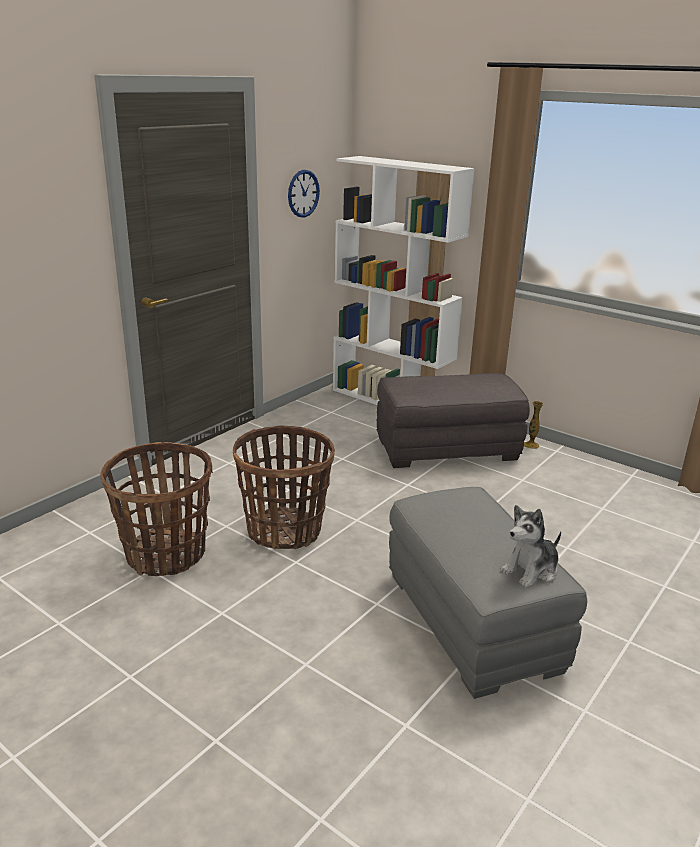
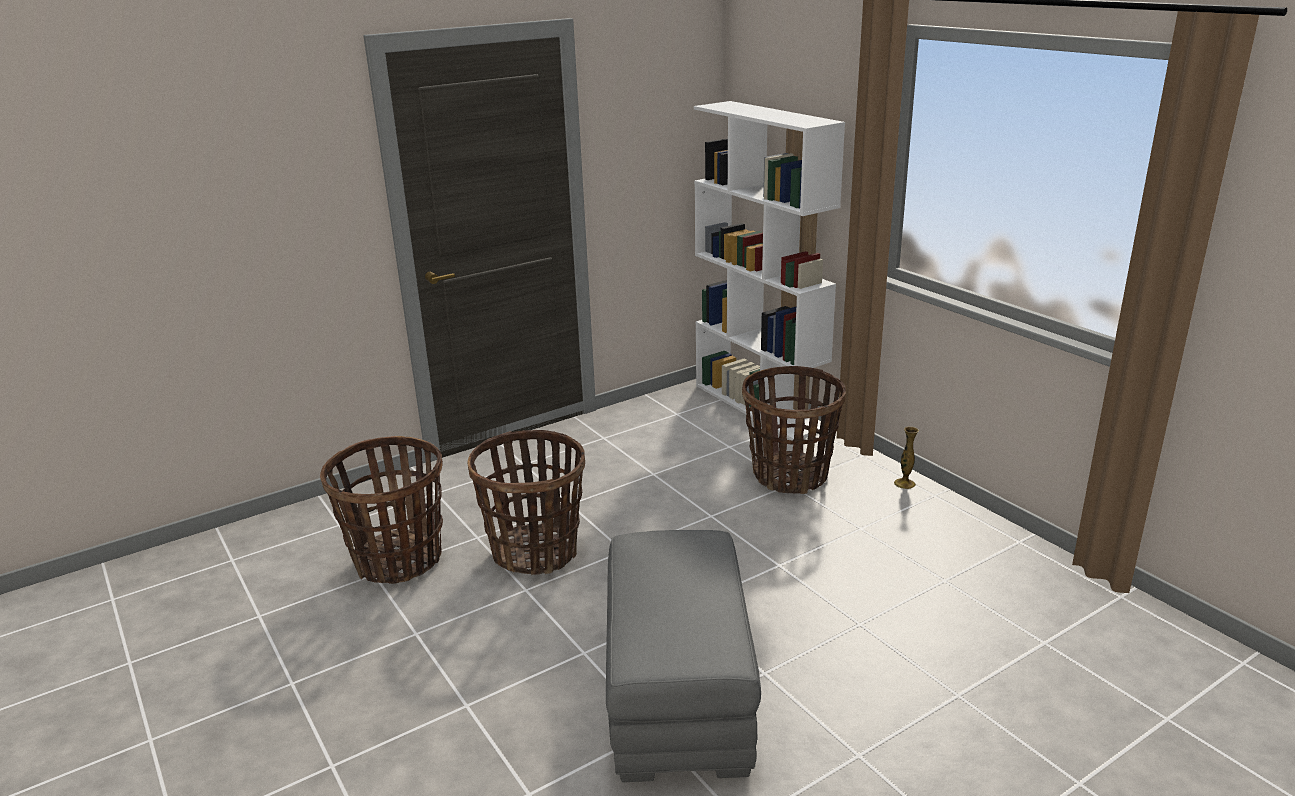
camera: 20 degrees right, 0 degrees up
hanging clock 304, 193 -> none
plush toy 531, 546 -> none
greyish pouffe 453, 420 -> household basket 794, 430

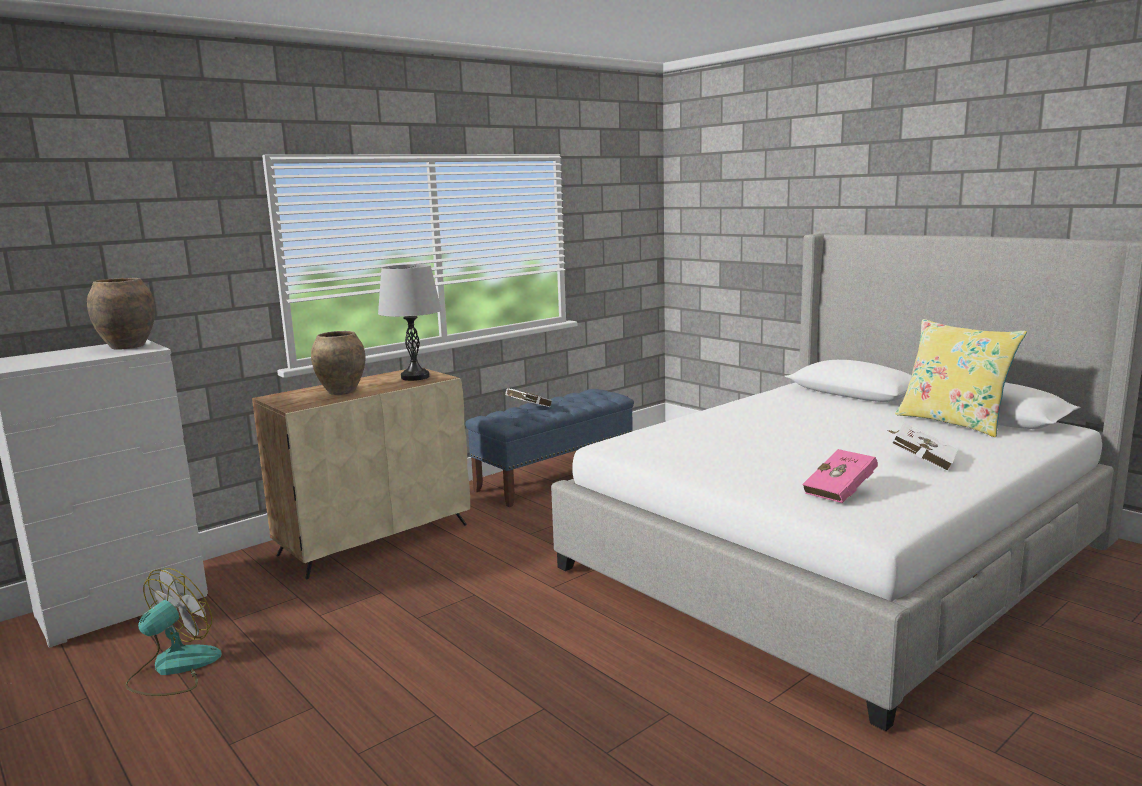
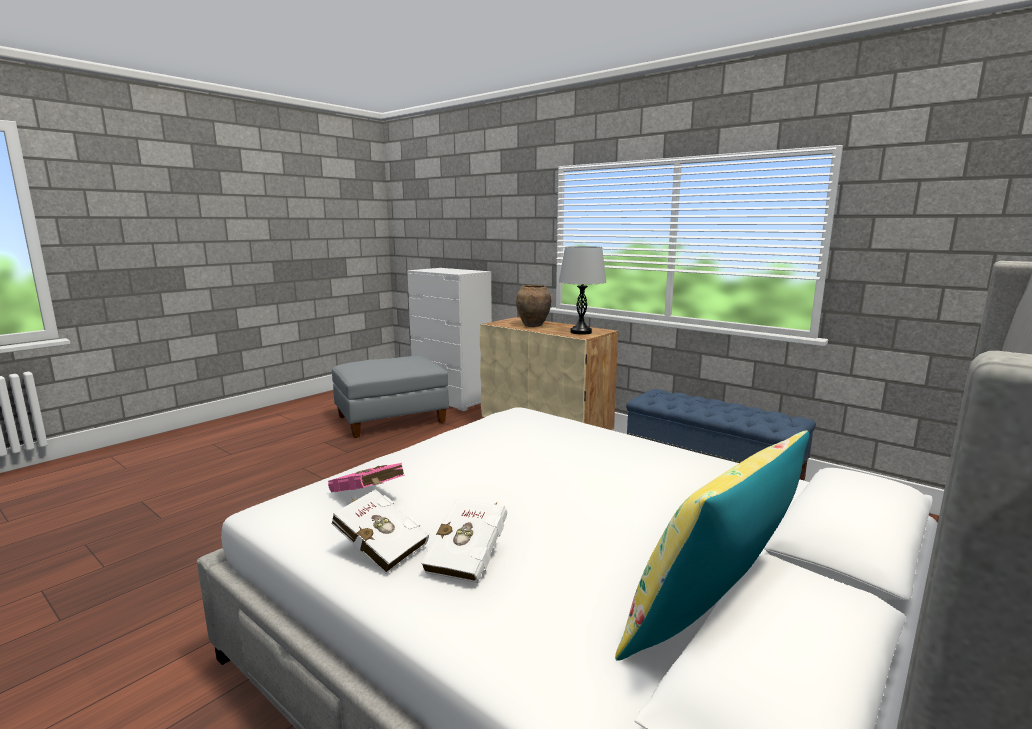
camera: 80 degrees right, 0 degrees up
brownish decorative vase 121, 314 -> none
whitish volume 529, 397 -> whitish volume 380, 531, shifted
cooling fan 173, 632 -> greyish pouffe 390, 397

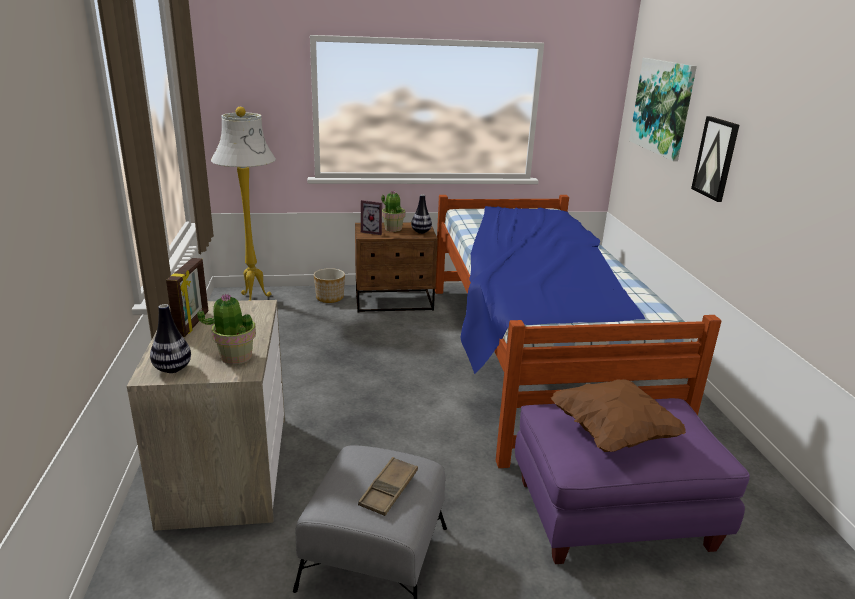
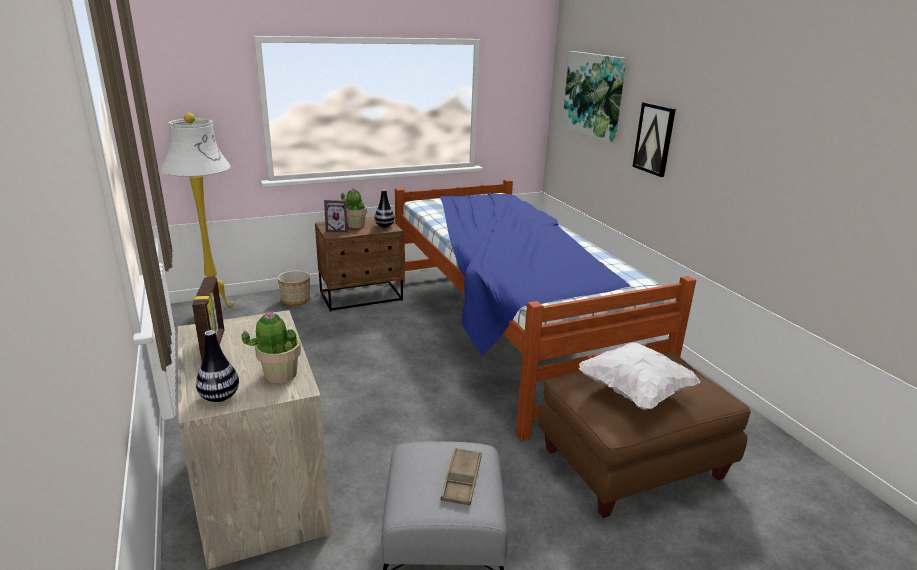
camera: 15 degrees left, 0 degrees up
purple pouffe 632, 481 -> brownish pouffe 644, 435
brownish pillow 618, 415 -> whitish pillow 639, 376

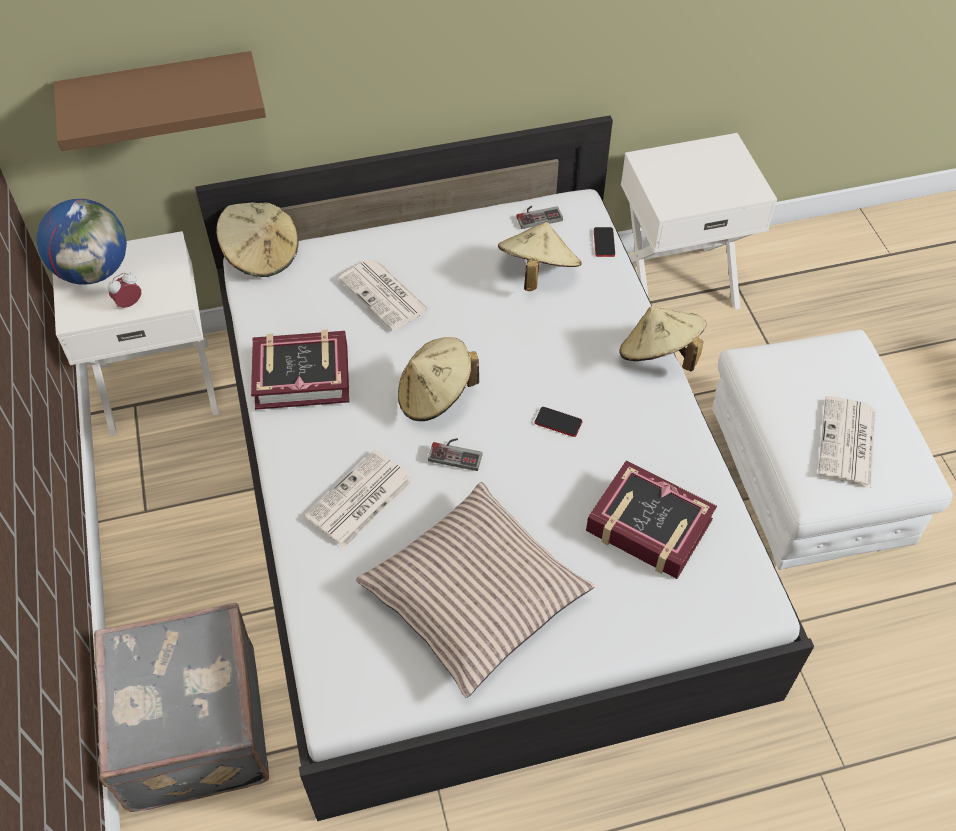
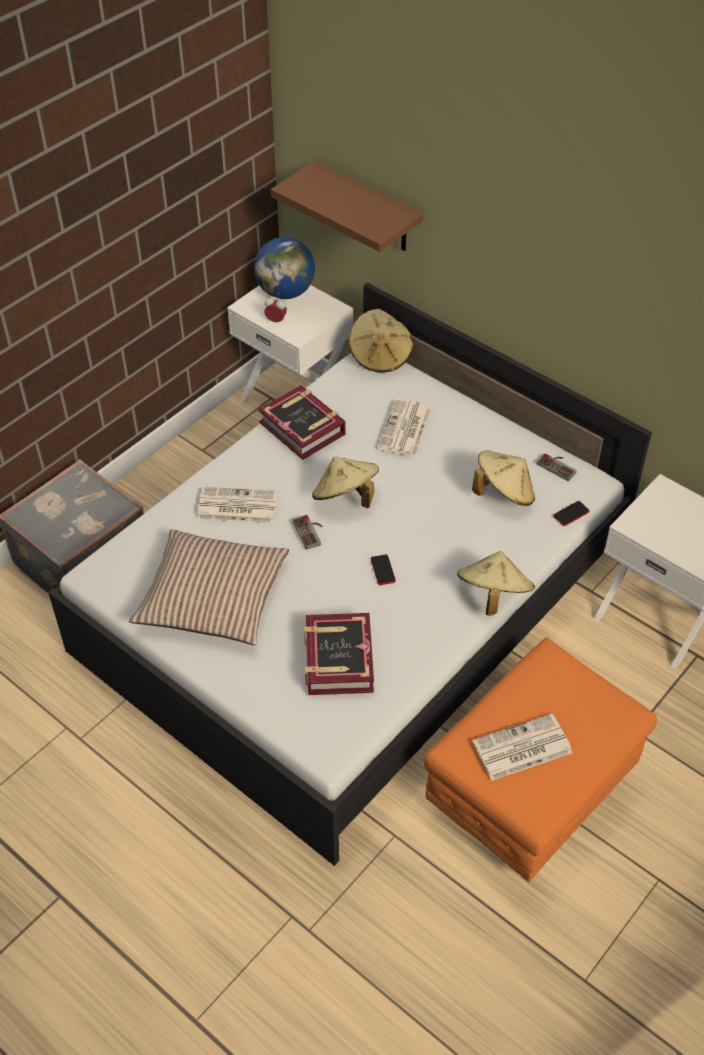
camera: 55 degrees right, 5 degrees down
whitish pouffe 832, 450 -> orange-coloured pouffe 540, 760

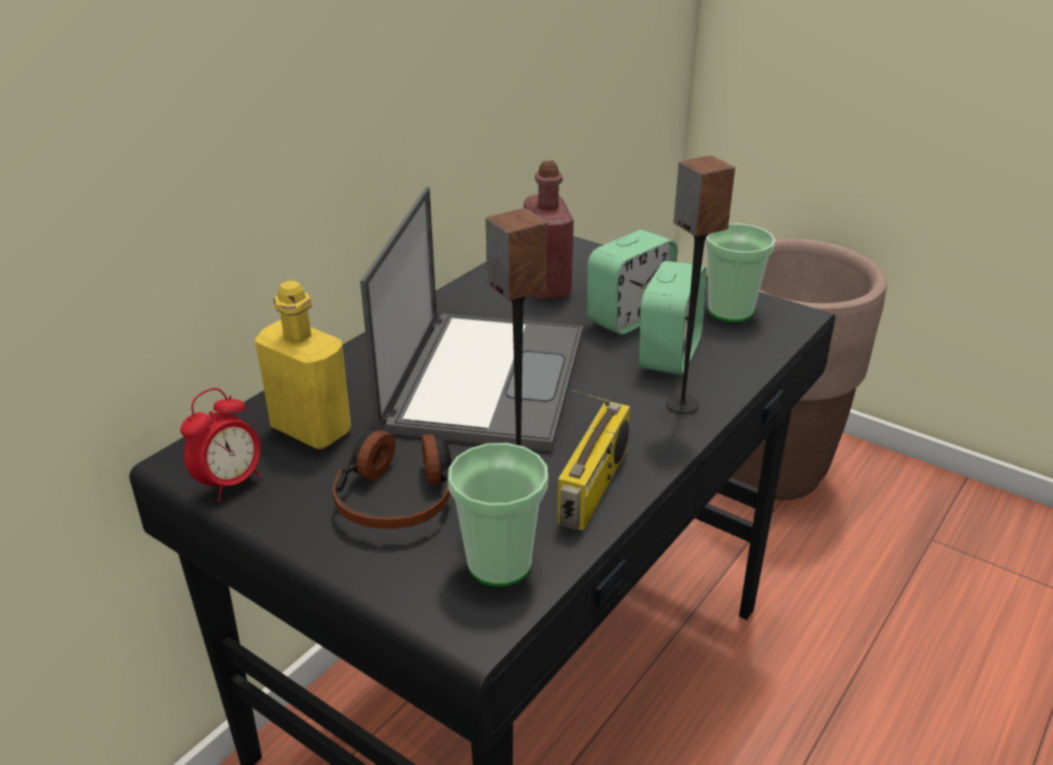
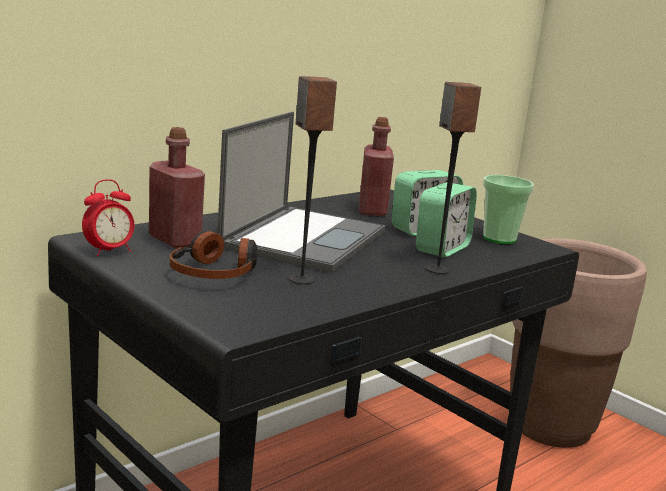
camera: 10 degrees right, 15 degrees down
drinking cup 498, 514 -> none
radio 593, 460 -> none
yellow beverage bottle 303, 365 -> reddish beverage bottle 177, 187

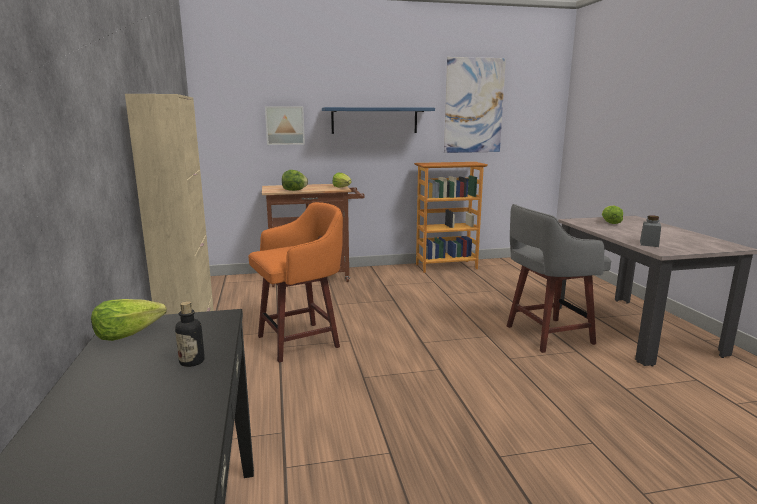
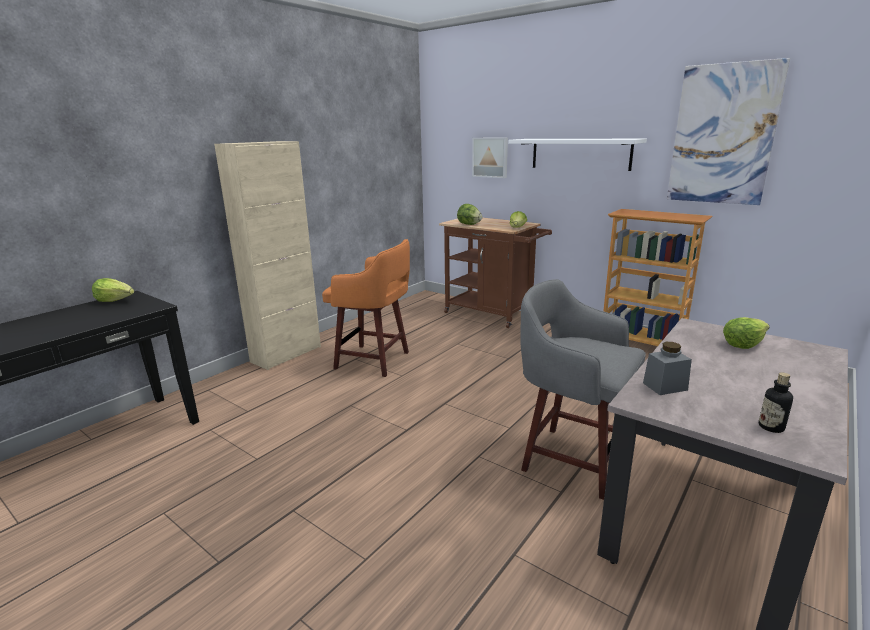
camera: 50 degrees right, 5 degrees up
beverage bottle 190, 334 -> beverage bottle 776, 402, shifted
bluish bracket shelf 378, 120 -> whitish bracket shelf 577, 155

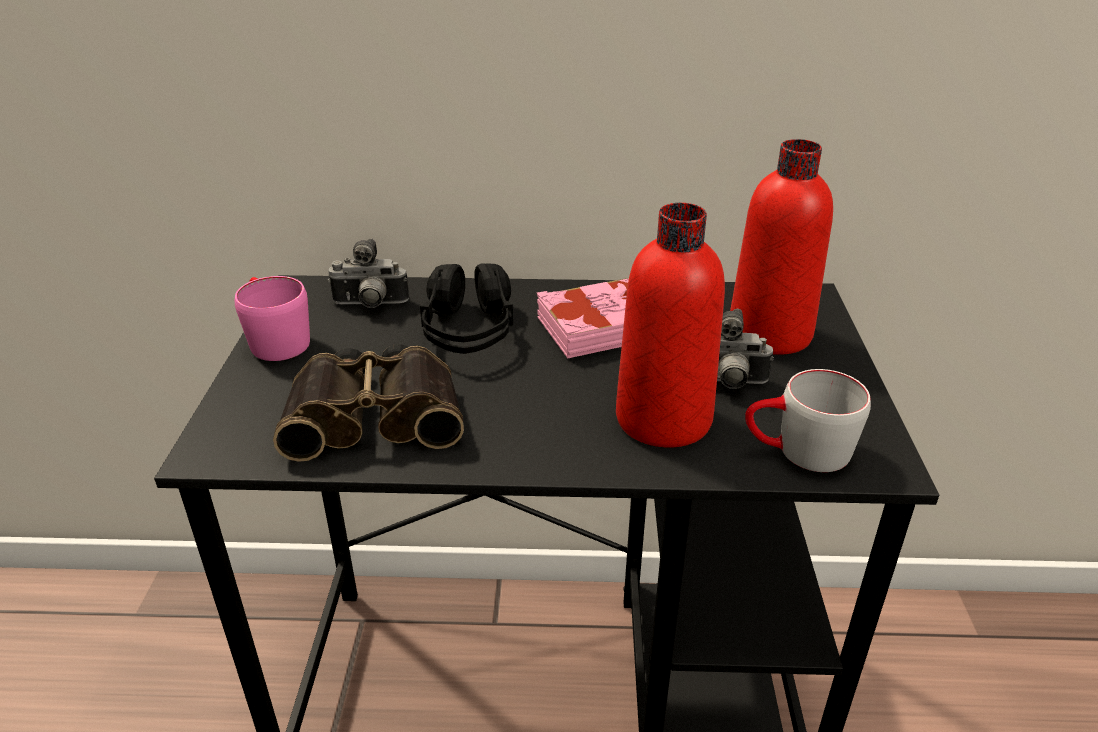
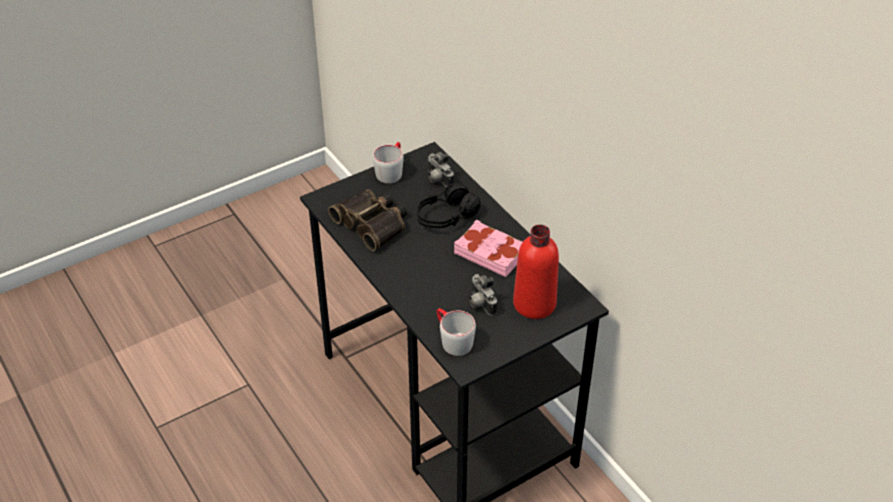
camera: 55 degrees right, 10 degrees up
reddish beverage bottle 670, 325 -> none
pinkish mug 272, 318 -> greyish mug 388, 163

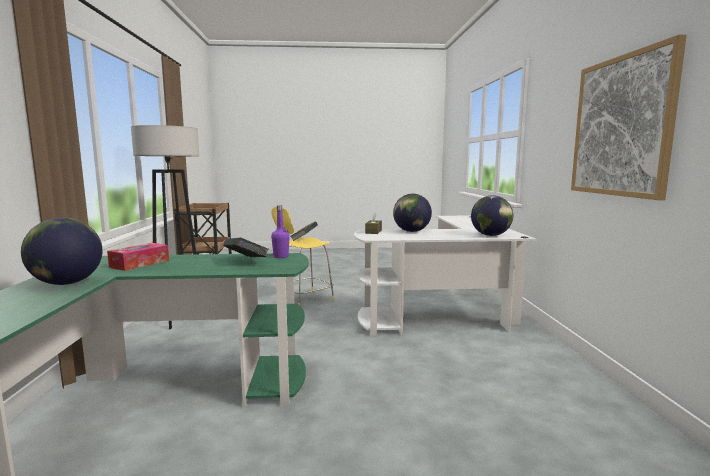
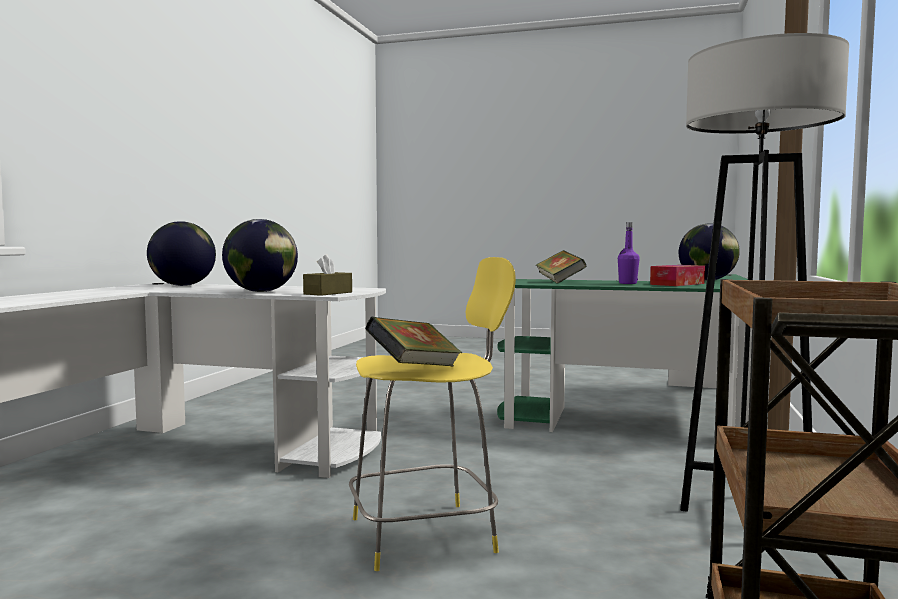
camera: 160 degrees left, 5 degrees down
wall art 629, 117 -> none
purple beverage bottle 280, 231 -> purple beverage bottle 629, 253, shifted

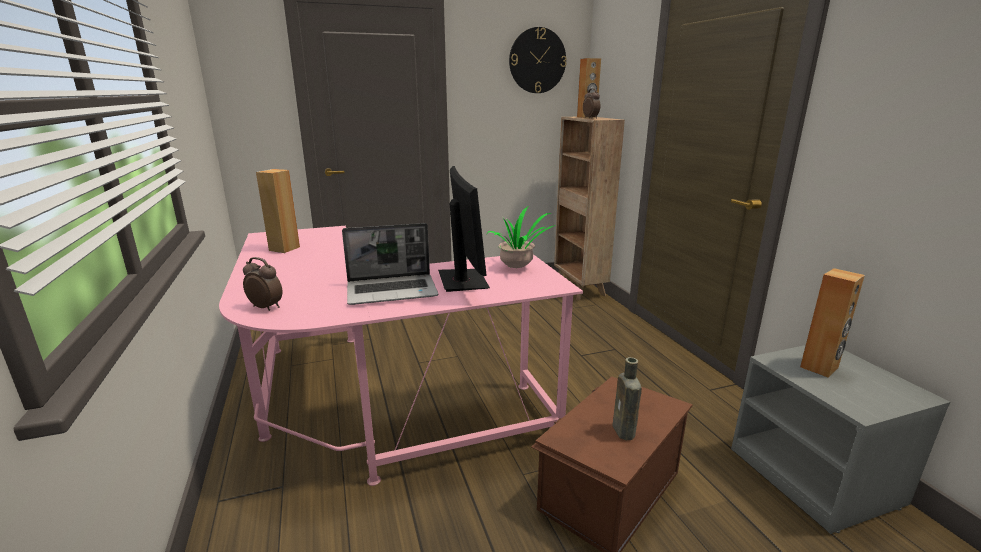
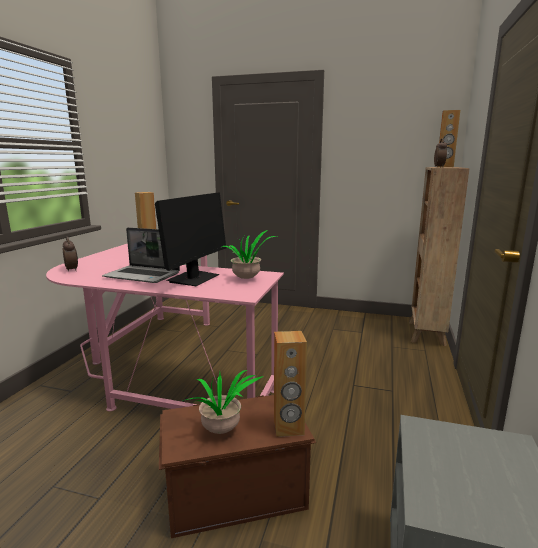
camera: 35 degrees right, 5 degrees down
hanging clock 538, 60 -> none
brownish audio speaker 832, 323 -> brownish audio speaker 290, 384, shifted
brownish beverage bottle 627, 398 -> houseplant 222, 402

